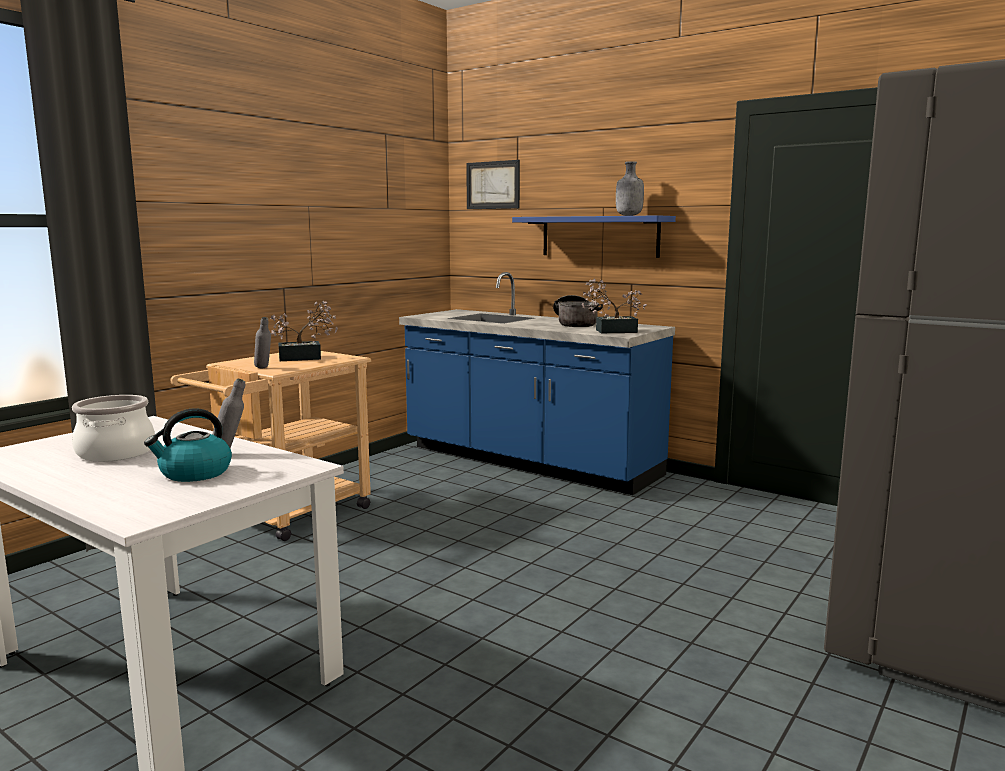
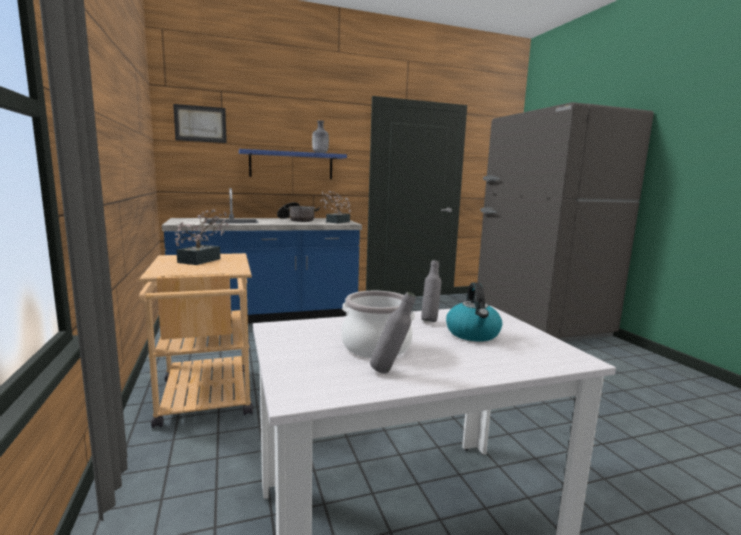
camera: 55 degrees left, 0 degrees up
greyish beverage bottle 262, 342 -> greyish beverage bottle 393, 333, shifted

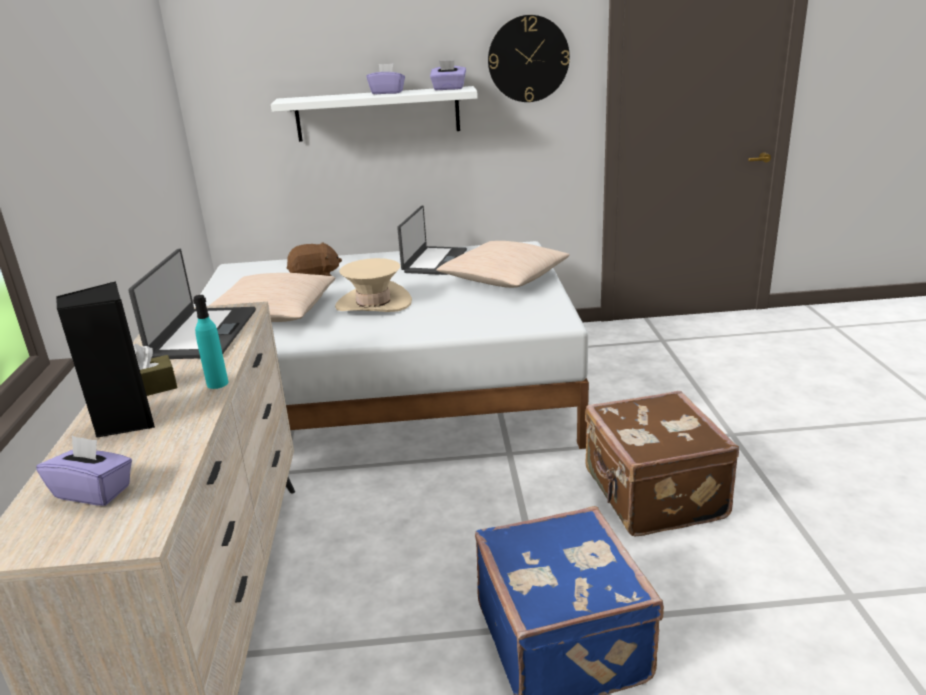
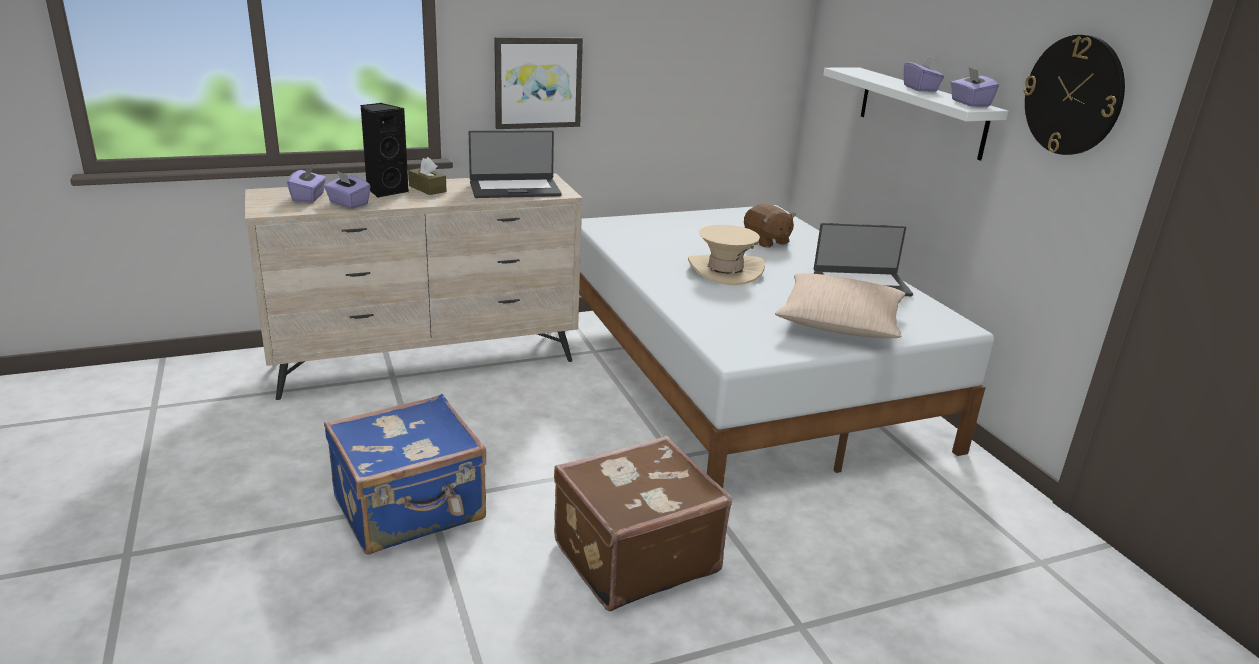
camera: 70 degrees right, 0 degrees up
blue-green beverage bottle 210, 342 -> none
beige pillow 272, 297 -> none
none -> purple tissue box 347, 190
none -> wall art 538, 83

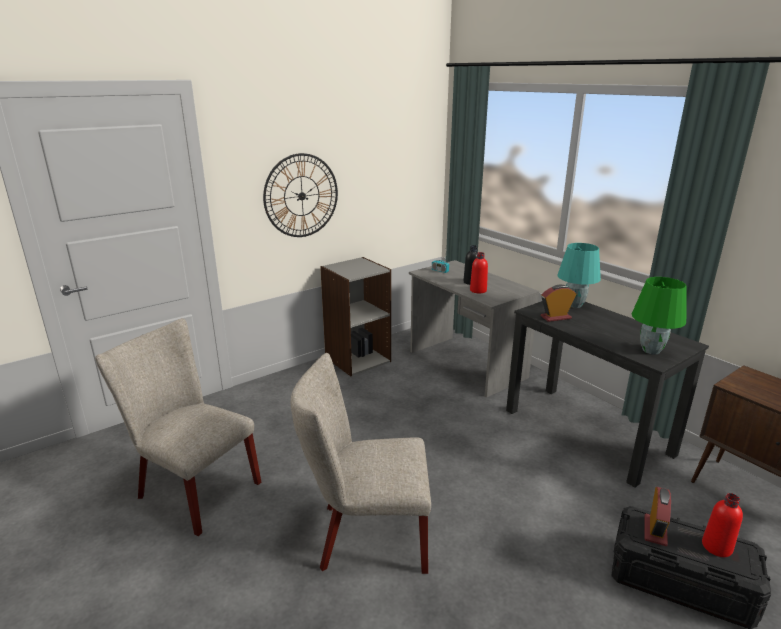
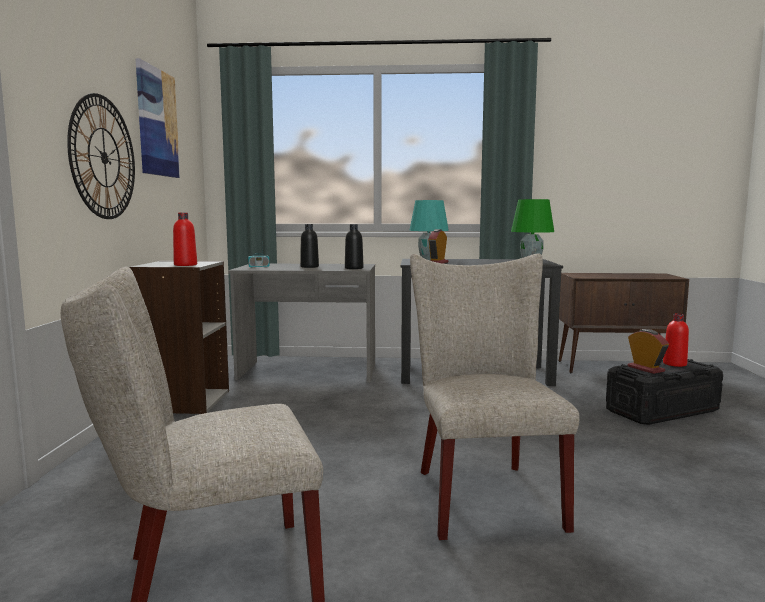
camera: 50 degrees left, 15 degrees down
none -> wall art 157, 118
none -> blackish beverage bottle 354, 246
reddish beverage bottle 479, 272 -> reddish beverage bottle 185, 239, shifted
beige upright chair 361, 463 -> beige upright chair 495, 396, 135 degrees clockwise

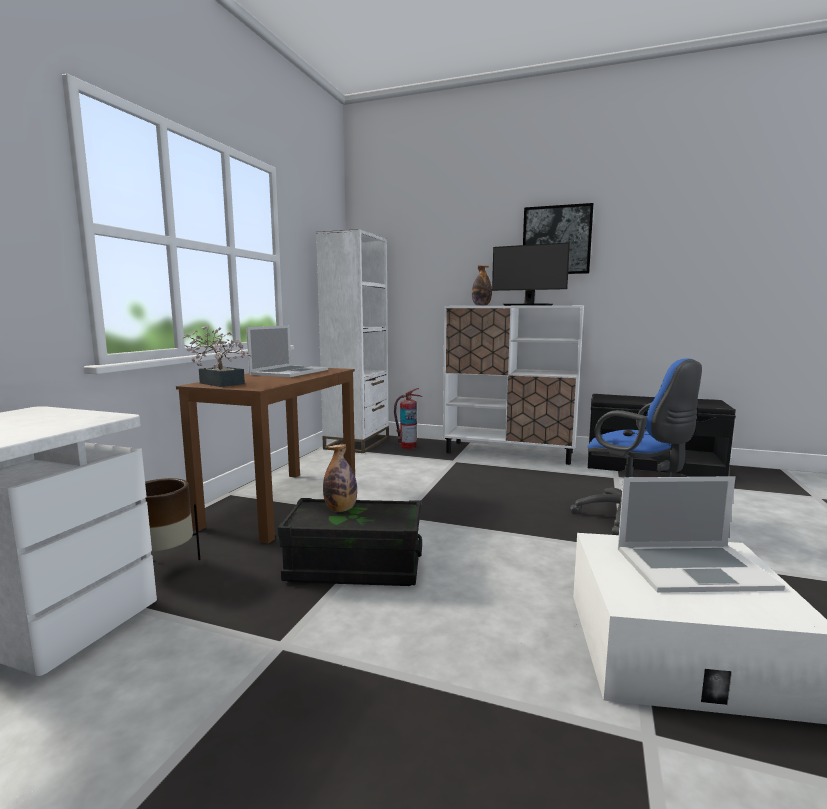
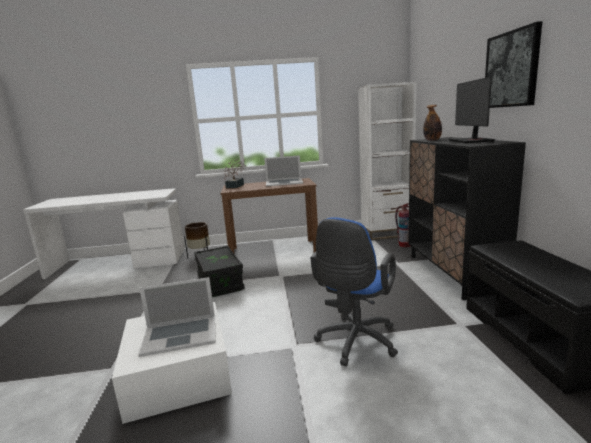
camera: 65 degrees right, 5 degrees up
beverage bottle 340, 478 -> none
whitish storage cabinet 513, 385 -> blackish storage cabinet 467, 218
portable computer 701, 534 -> portable computer 177, 317, 75 degrees counterclockwise

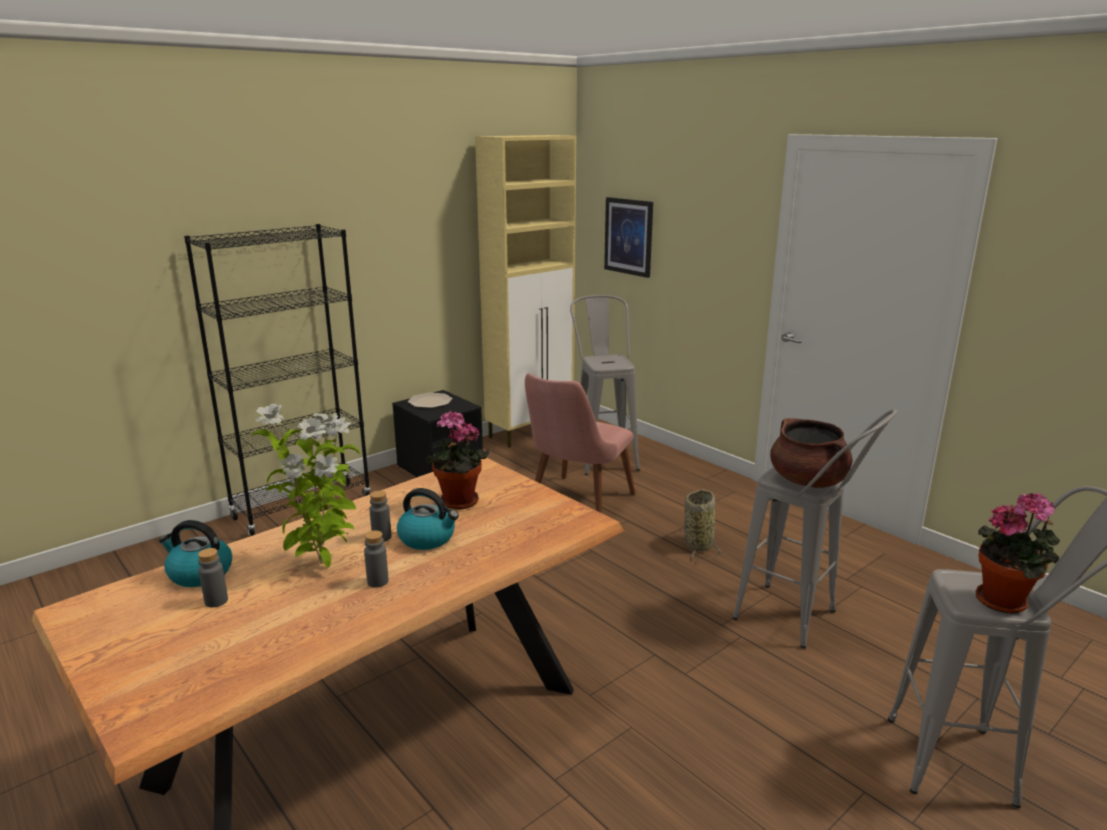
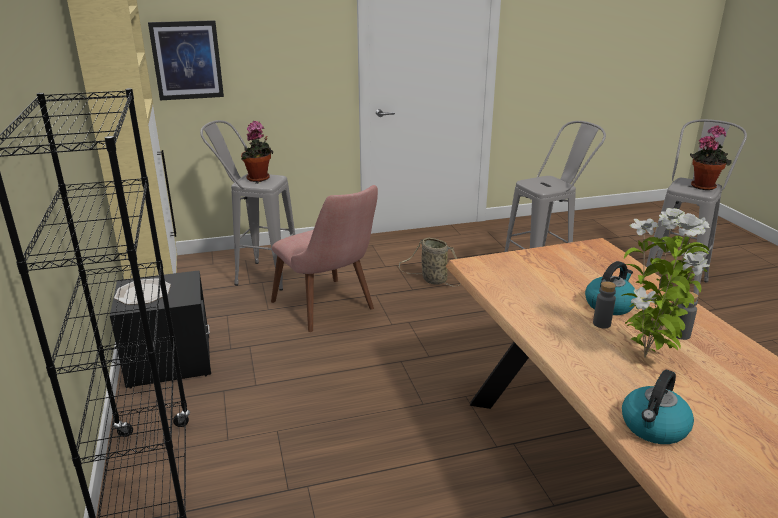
camera: 65 degrees left, 5 degrees up
greyish beverage bottle 213, 577 -> none
brownish cooking pot 811, 453 -> none
houseplant 457, 460 -> houseplant 257, 151, shifted

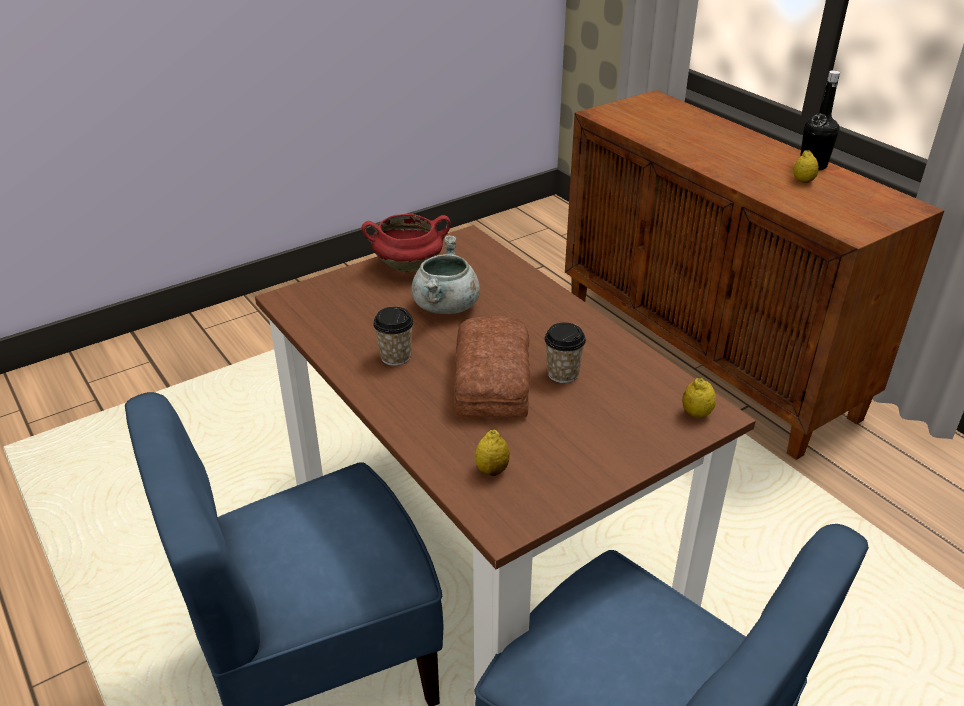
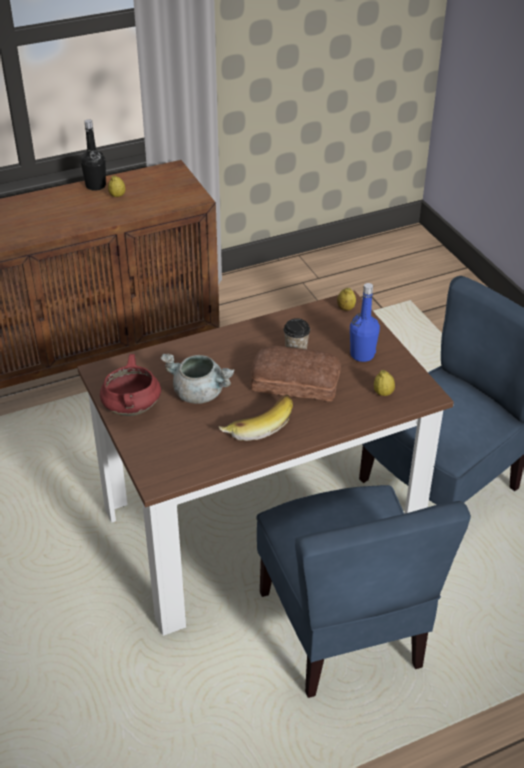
camera: 80 degrees left, 5 degrees up
none -> bluish beverage bottle 365, 322
drinking cup 393, 336 -> banana 256, 417

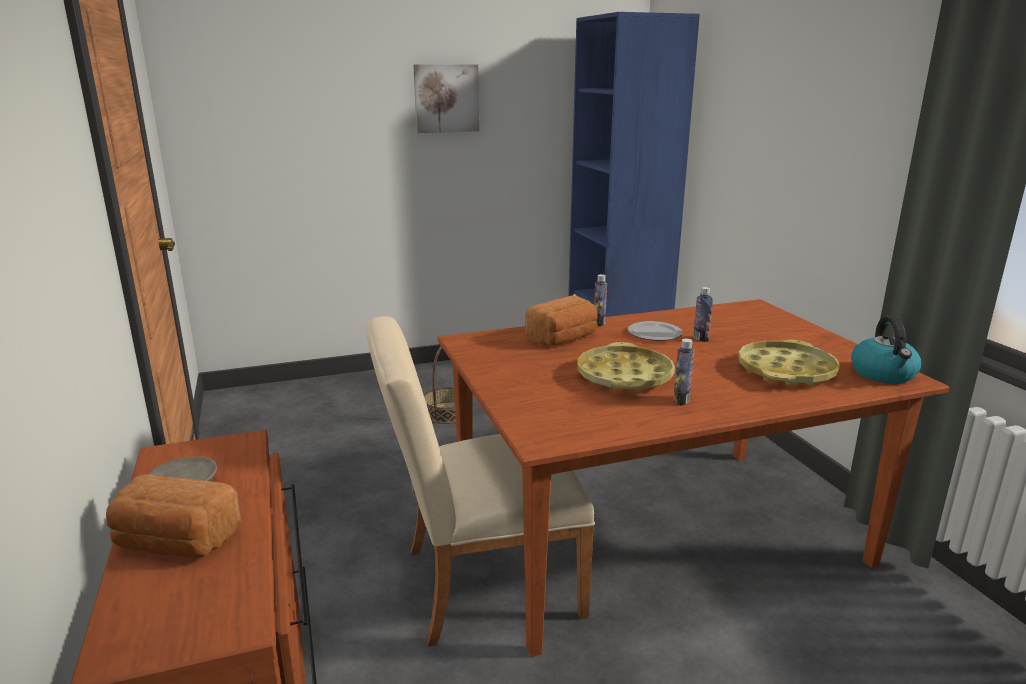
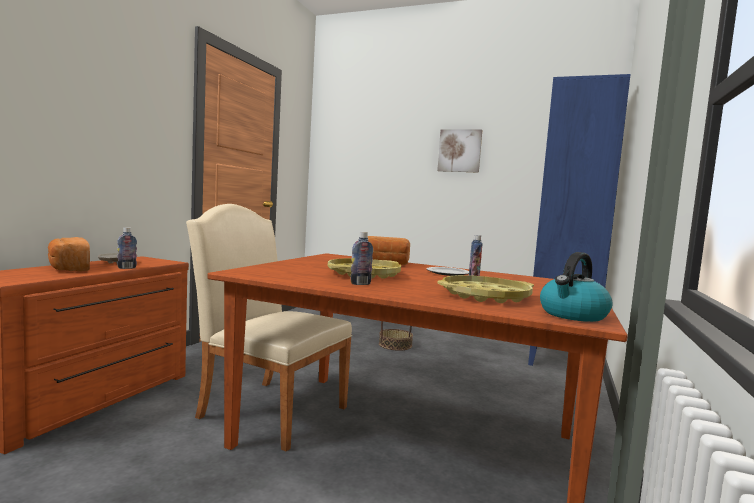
camera: 40 degrees right, 15 degrees down
beverage bottle 600, 300 -> beverage bottle 127, 248, shifted

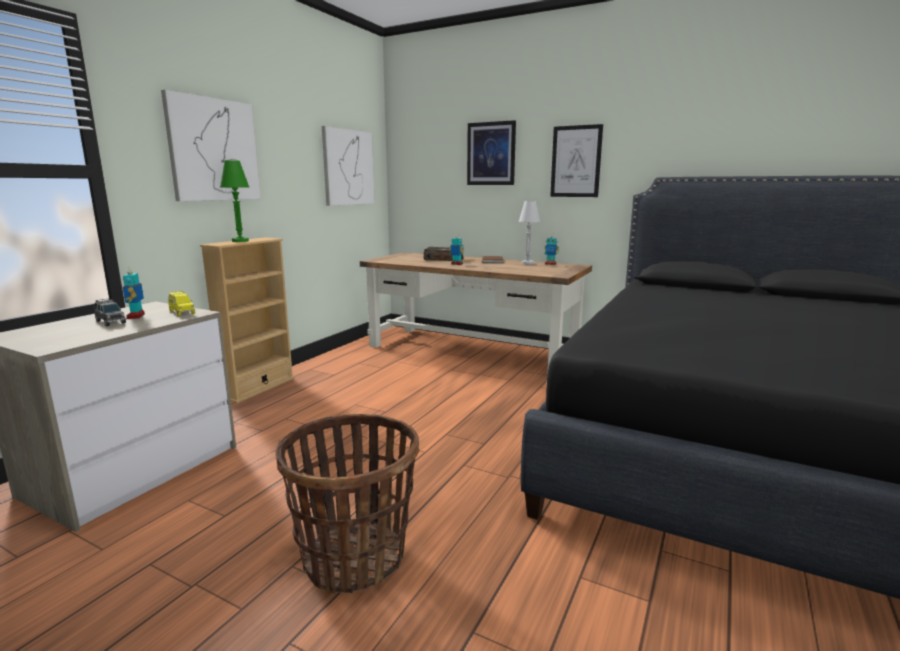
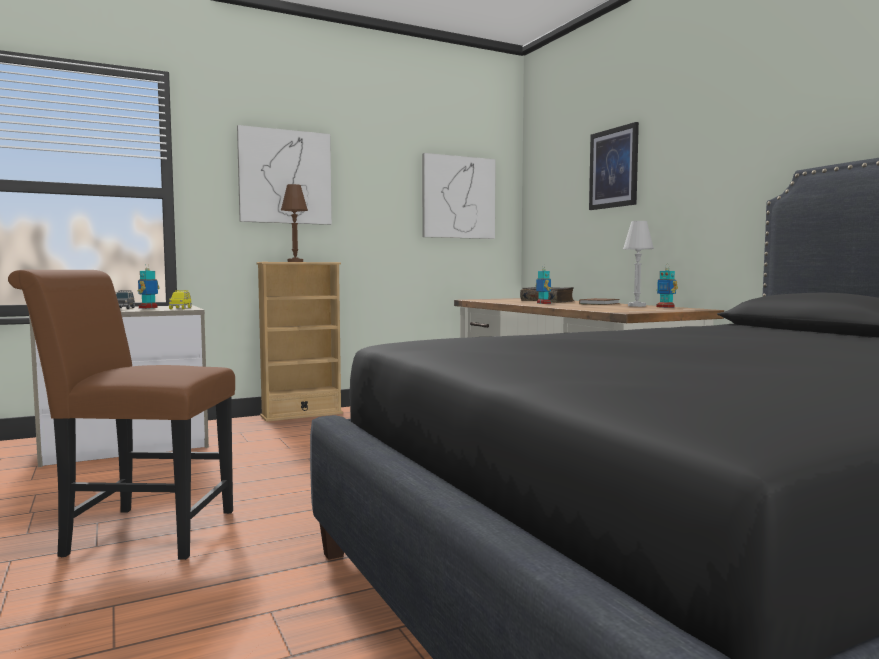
camera: 35 degrees right, 10 degrees down
wall art 576, 160 -> none
household basket 347, 504 -> brownish upright chair 121, 415
green tabletop lamp 235, 201 -> brownish tabletop lamp 294, 223

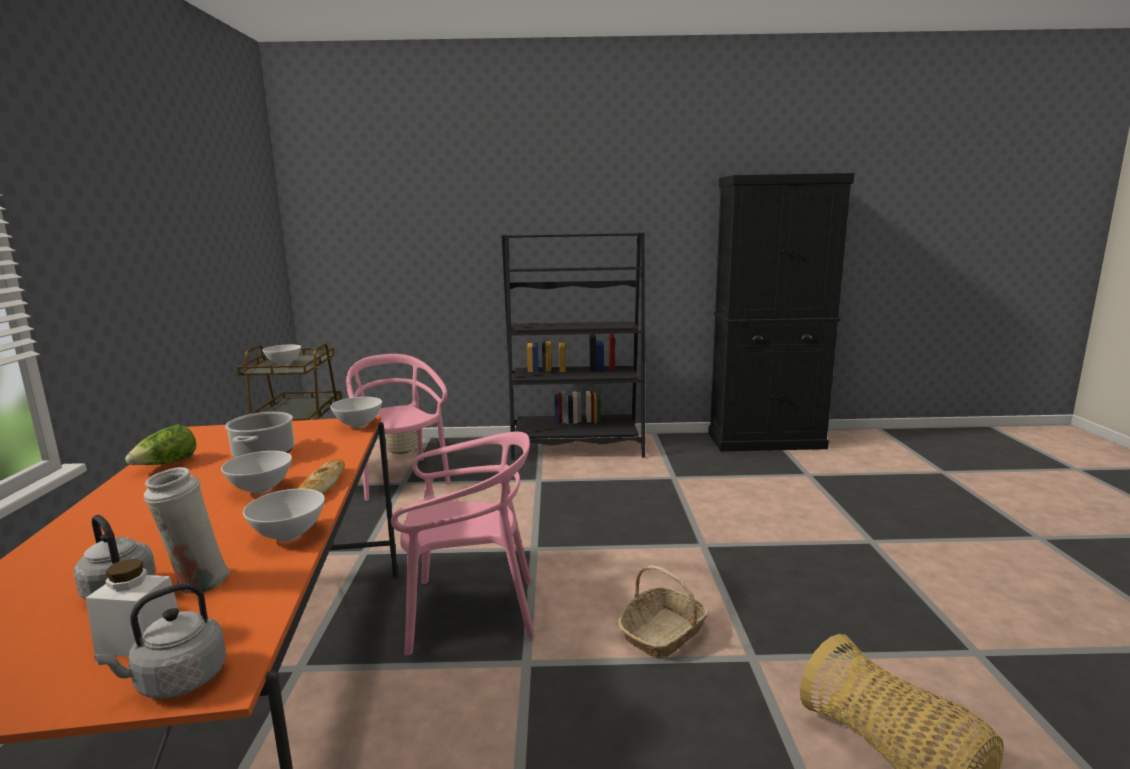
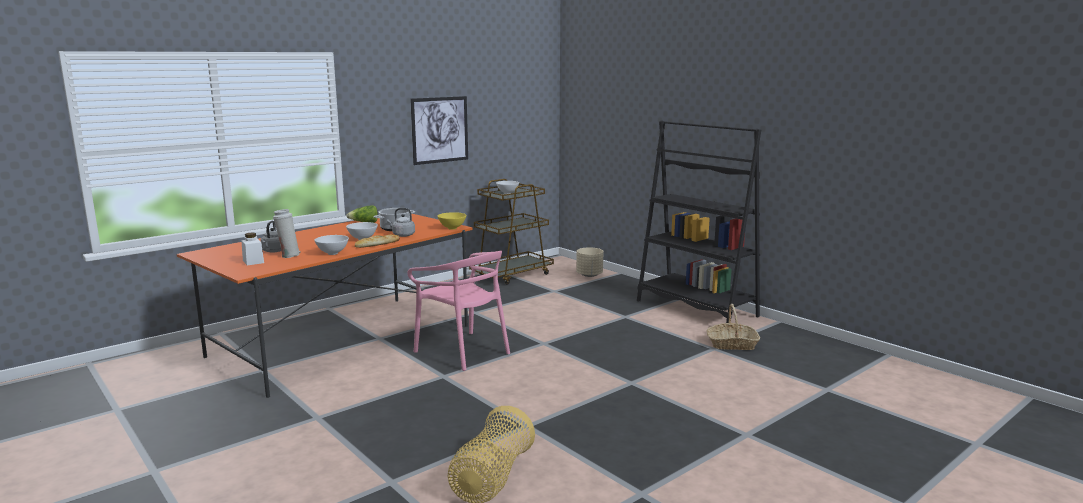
camera: 50 degrees right, 0 degrees up
pinkish upright chair 398, 427 -> none
blackish storage cabinet 781, 312 -> none
none -> wall art 439, 130
greyish tea kettle 160, 640 -> greyish tea kettle 401, 222, shifted
household basket 663, 612 -> household basket 733, 327, shifted
whitish serving bowl 356, 412 -> yellow serving bowl 452, 221

